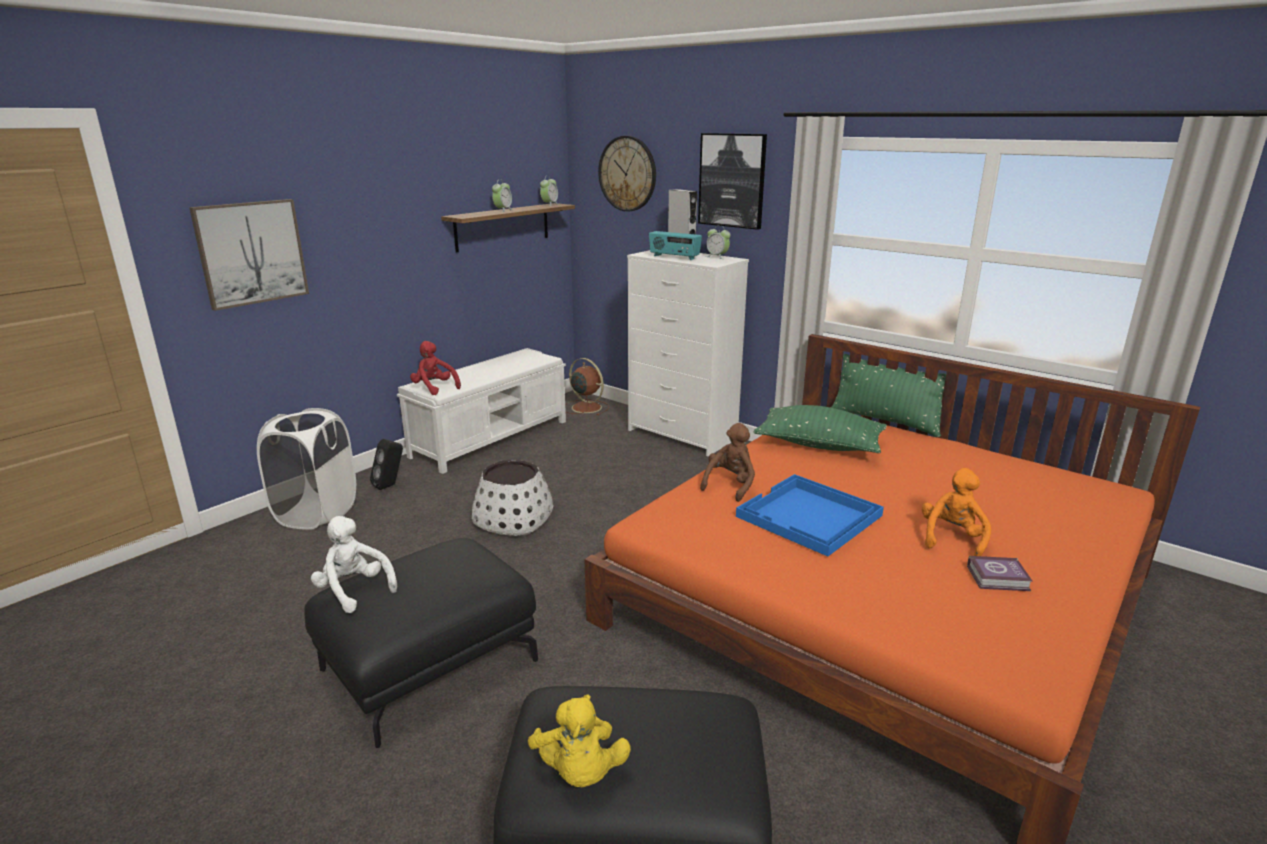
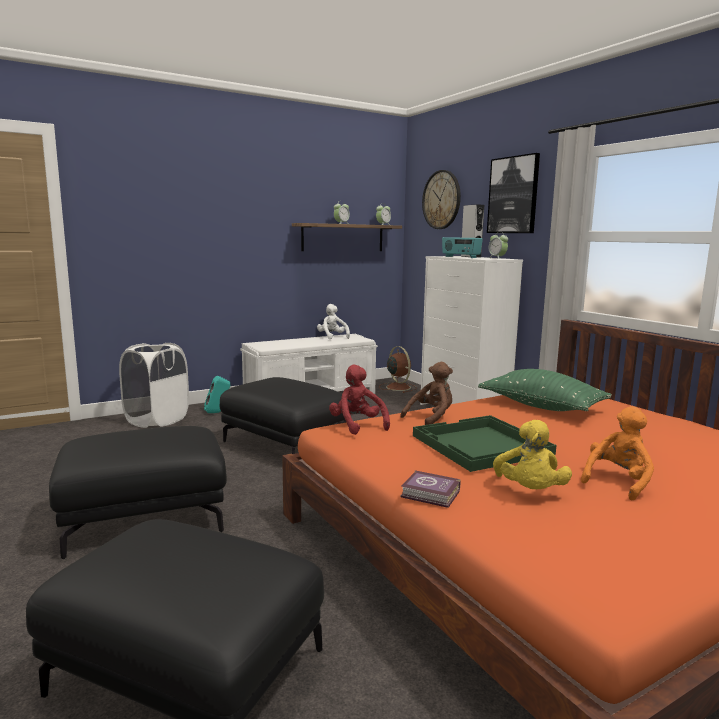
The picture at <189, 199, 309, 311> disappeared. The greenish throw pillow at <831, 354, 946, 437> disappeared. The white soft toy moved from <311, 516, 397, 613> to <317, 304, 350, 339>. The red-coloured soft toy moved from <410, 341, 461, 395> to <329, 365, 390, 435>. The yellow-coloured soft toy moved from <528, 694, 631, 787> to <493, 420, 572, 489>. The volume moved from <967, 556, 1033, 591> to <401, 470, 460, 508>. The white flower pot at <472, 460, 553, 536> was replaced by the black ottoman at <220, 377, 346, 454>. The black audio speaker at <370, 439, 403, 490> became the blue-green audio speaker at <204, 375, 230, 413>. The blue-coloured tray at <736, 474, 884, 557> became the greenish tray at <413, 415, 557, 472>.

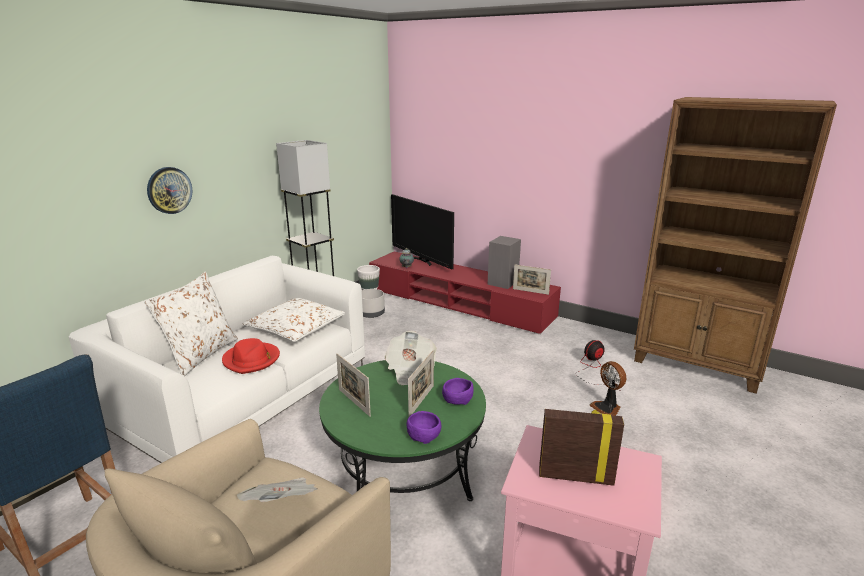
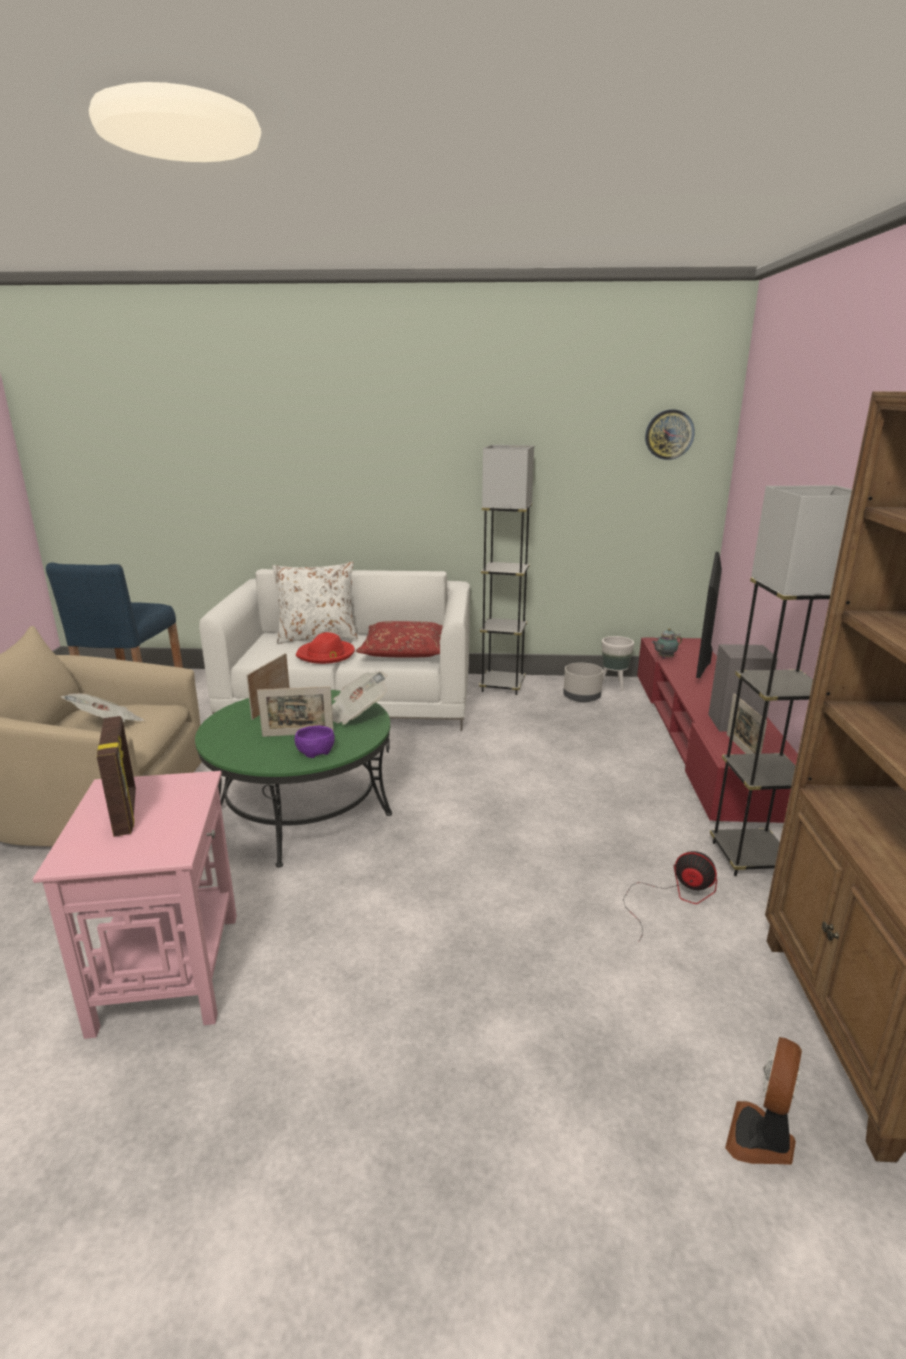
The purple deep dish at <407, 411, 441, 444> disappeared. The gray floor lamp at <710, 485, 852, 876> appeared. The hanging clock moved from <147, 167, 193, 214> to <645, 409, 695, 460>. The cooling fan moved from <589, 361, 626, 416> to <725, 1037, 802, 1165>. The white throw pillow at <243, 298, 345, 342> became the red-coloured throw pillow at <356, 621, 443, 658>.

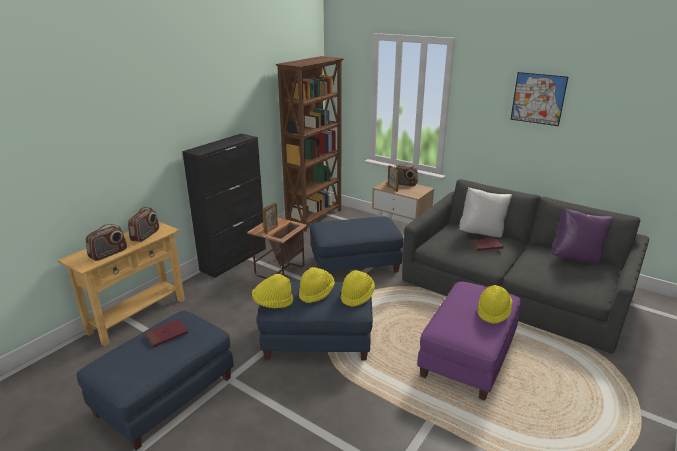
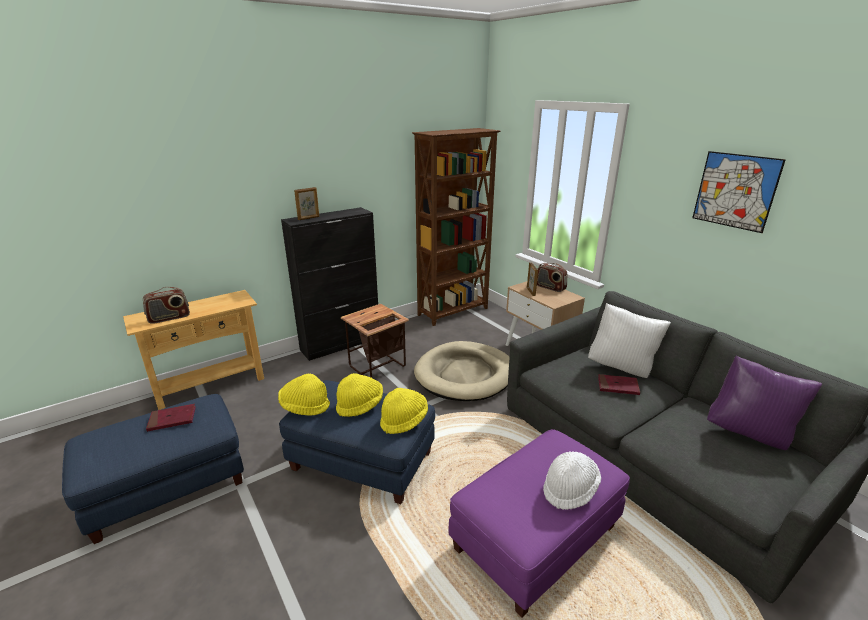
The radio receiver at <128, 207, 159, 242> disappeared. The picture frame moved from <262, 203, 278, 233> to <294, 187, 319, 220>. The blue-coloured ottoman at <310, 217, 404, 272> was replaced by the beige dog bed at <414, 341, 510, 401>. The yellow-coloured wearable hat at <478, 285, 513, 324> became the white wearable hat at <543, 451, 601, 510>.

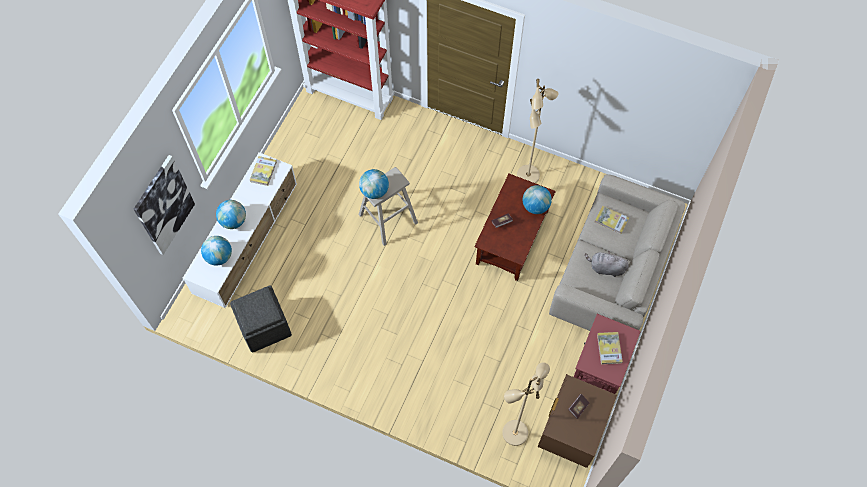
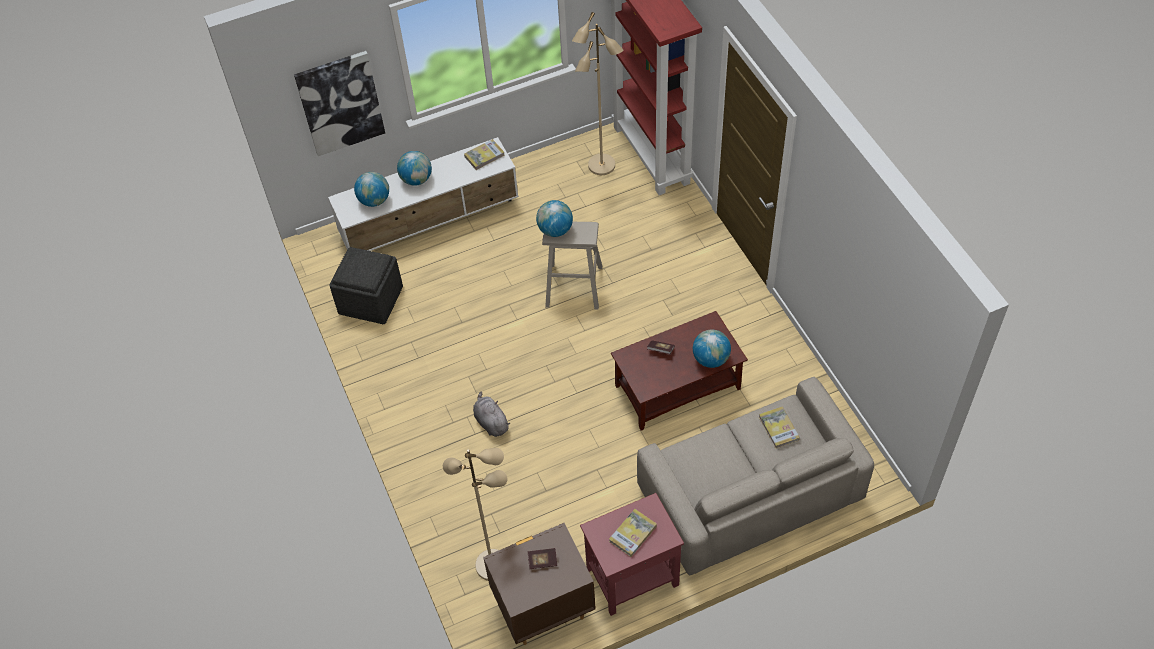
The beige floor lamp moved from <517, 79, 558, 183> to <572, 12, 623, 175>. The gray soft toy moved from <585, 251, 629, 277> to <473, 391, 510, 437>.

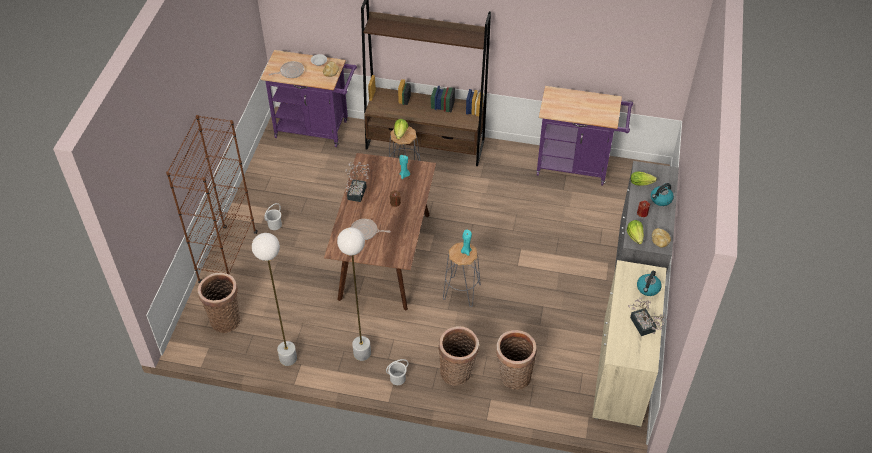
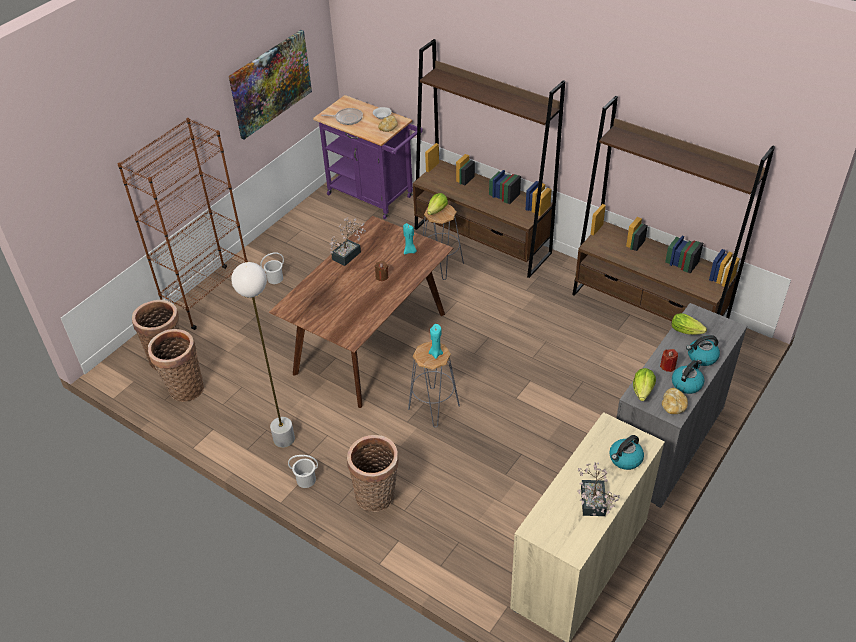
The white floor lamp at <252, 233, 297, 366> disappeared. The pan at <351, 219, 391, 240> disappeared. The picture at <229, 30, 312, 139> appeared. The tea kettle at <672, 360, 704, 394> appeared. The basket moved from <496, 330, 537, 390> to <148, 329, 204, 402>. The purple trolley at <536, 86, 633, 185> was replaced by the brown shelving unit at <572, 96, 775, 321>.

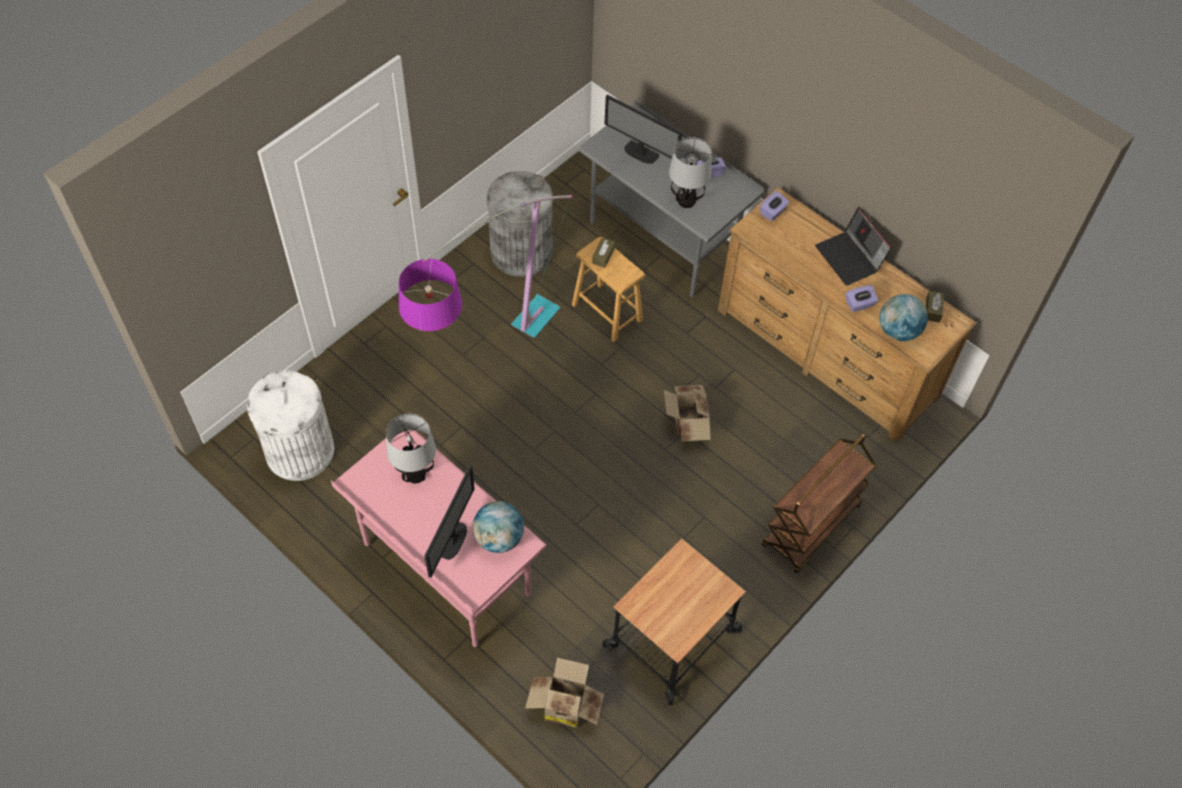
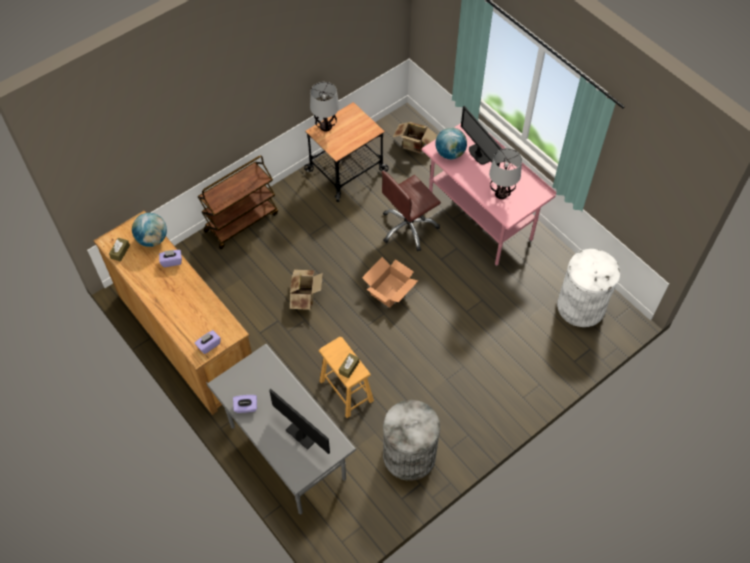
The floor lamp at <399, 194, 573, 338> disappeared. The portable computer at <815, 207, 892, 285> disappeared. The packing box at <362, 257, 418, 308> appeared. The brown office chair at <382, 171, 441, 252> appeared. The tabletop lamp moved from <669, 137, 712, 208> to <310, 82, 339, 131>. The monitor at <424, 465, 475, 578> turned 60 degrees counterclockwise.

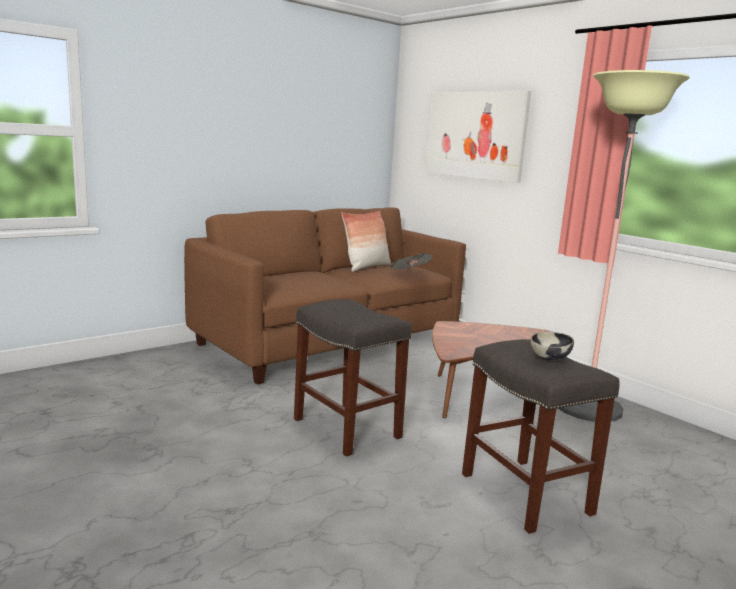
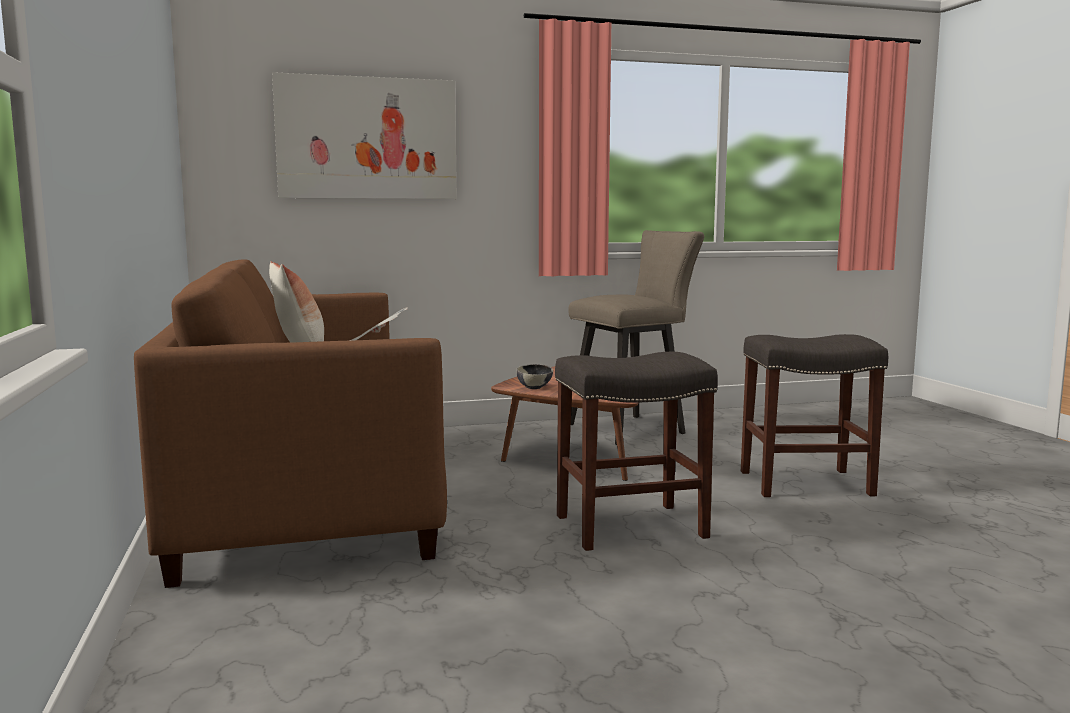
The deep dish moved from <530, 332, 574, 362> to <517, 364, 553, 389>. The floor lamp at <558, 70, 689, 422> was replaced by the beige stool seat at <568, 230, 704, 445>.

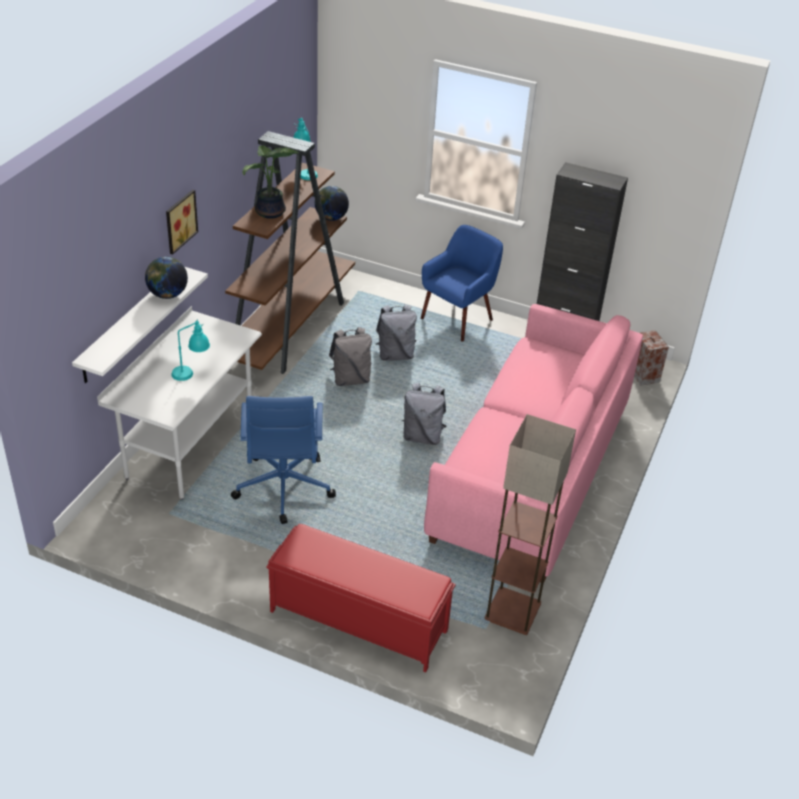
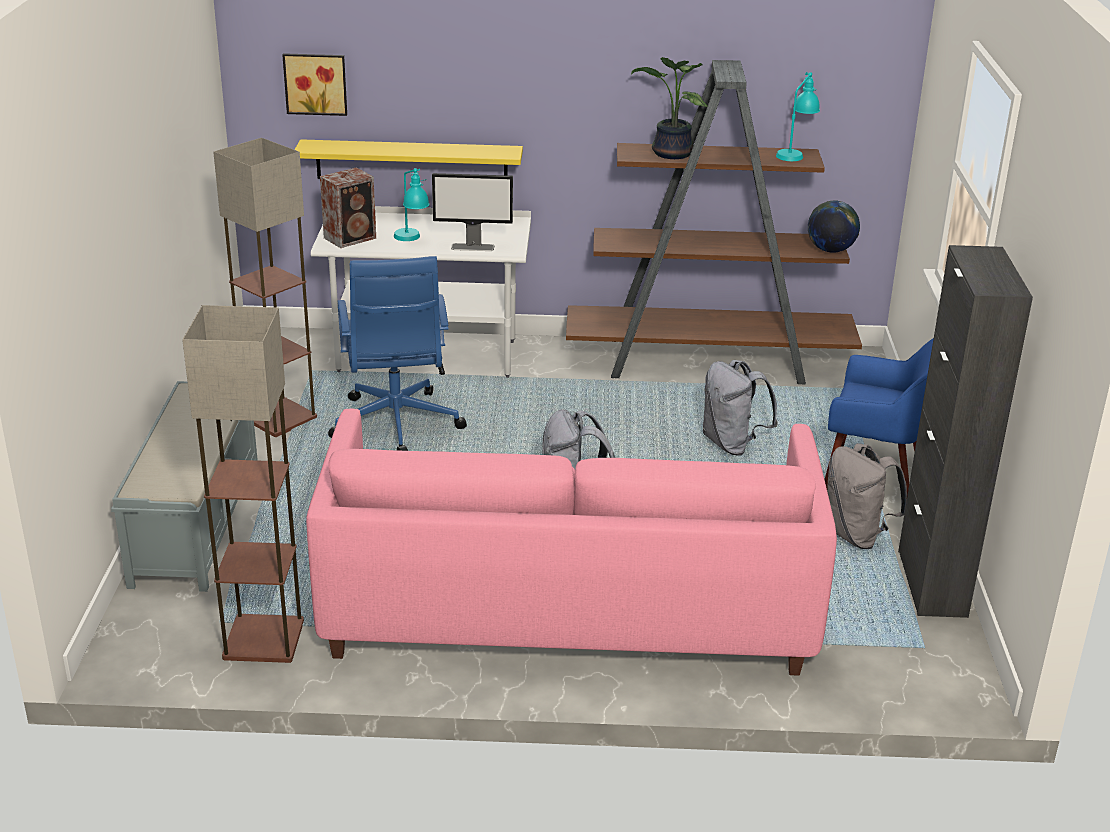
The globe at <145, 256, 188, 299> disappeared. The floor lamp at <213, 138, 317, 437> appeared. The monitor at <432, 173, 513, 251> appeared. The picture moved from <166, 190, 198, 255> to <282, 53, 347, 116>. The gray knapsack moved from <329, 327, 372, 386> to <827, 443, 907, 549>. The audio speaker moved from <634, 330, 669, 386> to <320, 168, 376, 248>. The white wall shelf at <72, 267, 208, 383> became the yellow-coloured wall shelf at <295, 139, 523, 179>. The red-coloured indoor bench at <266, 524, 456, 672> became the gray indoor bench at <111, 381, 258, 592>. The blue-coloured office chair at <231, 396, 336, 524> turned 75 degrees counterclockwise.

